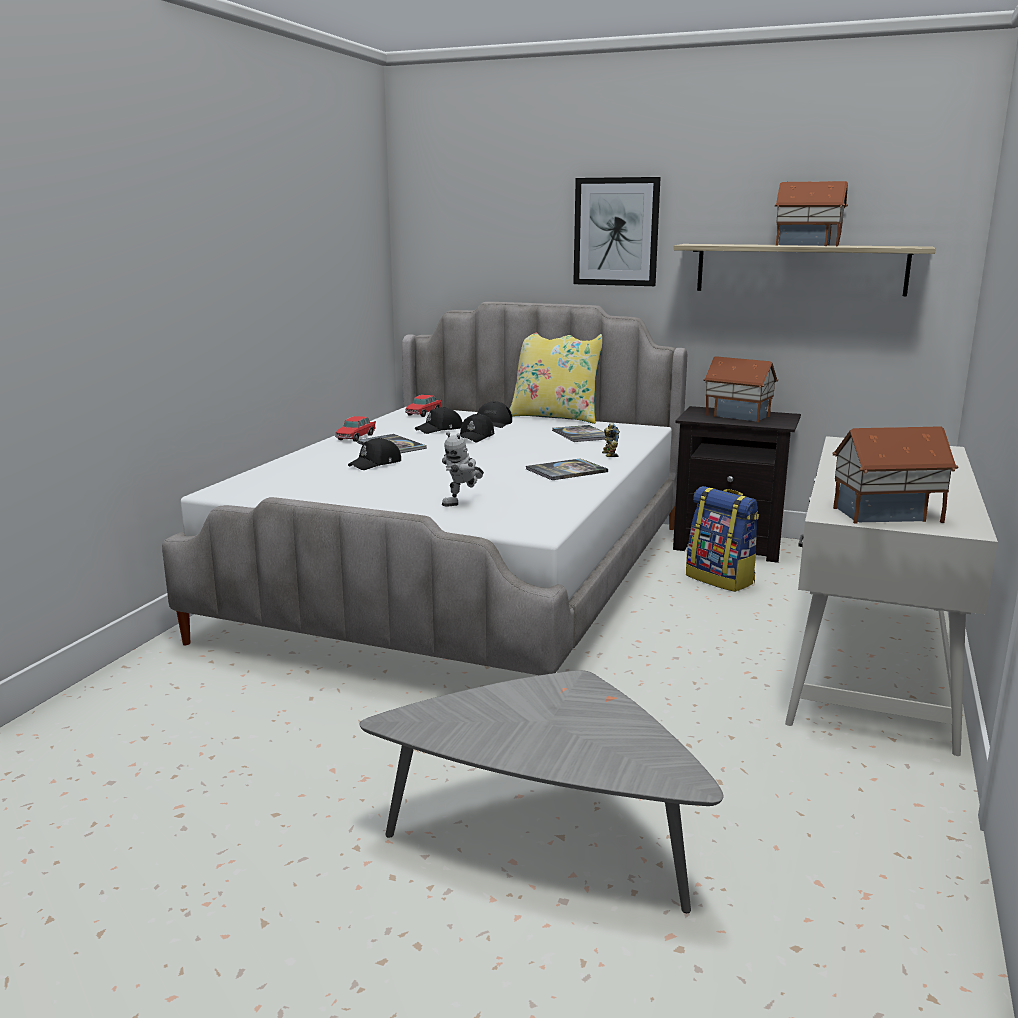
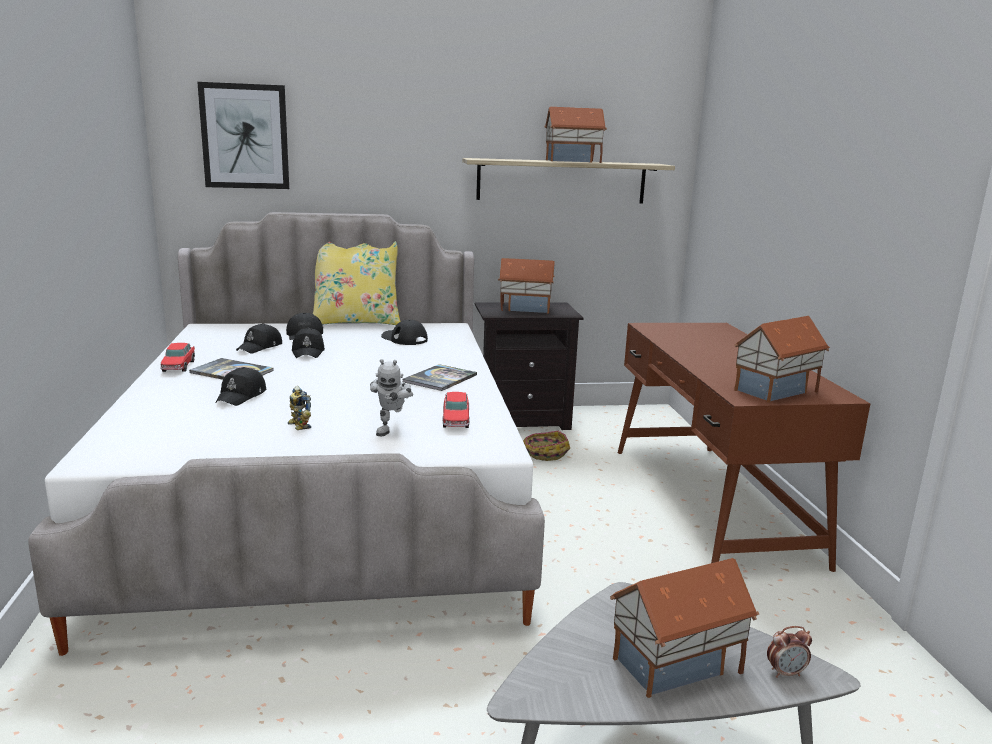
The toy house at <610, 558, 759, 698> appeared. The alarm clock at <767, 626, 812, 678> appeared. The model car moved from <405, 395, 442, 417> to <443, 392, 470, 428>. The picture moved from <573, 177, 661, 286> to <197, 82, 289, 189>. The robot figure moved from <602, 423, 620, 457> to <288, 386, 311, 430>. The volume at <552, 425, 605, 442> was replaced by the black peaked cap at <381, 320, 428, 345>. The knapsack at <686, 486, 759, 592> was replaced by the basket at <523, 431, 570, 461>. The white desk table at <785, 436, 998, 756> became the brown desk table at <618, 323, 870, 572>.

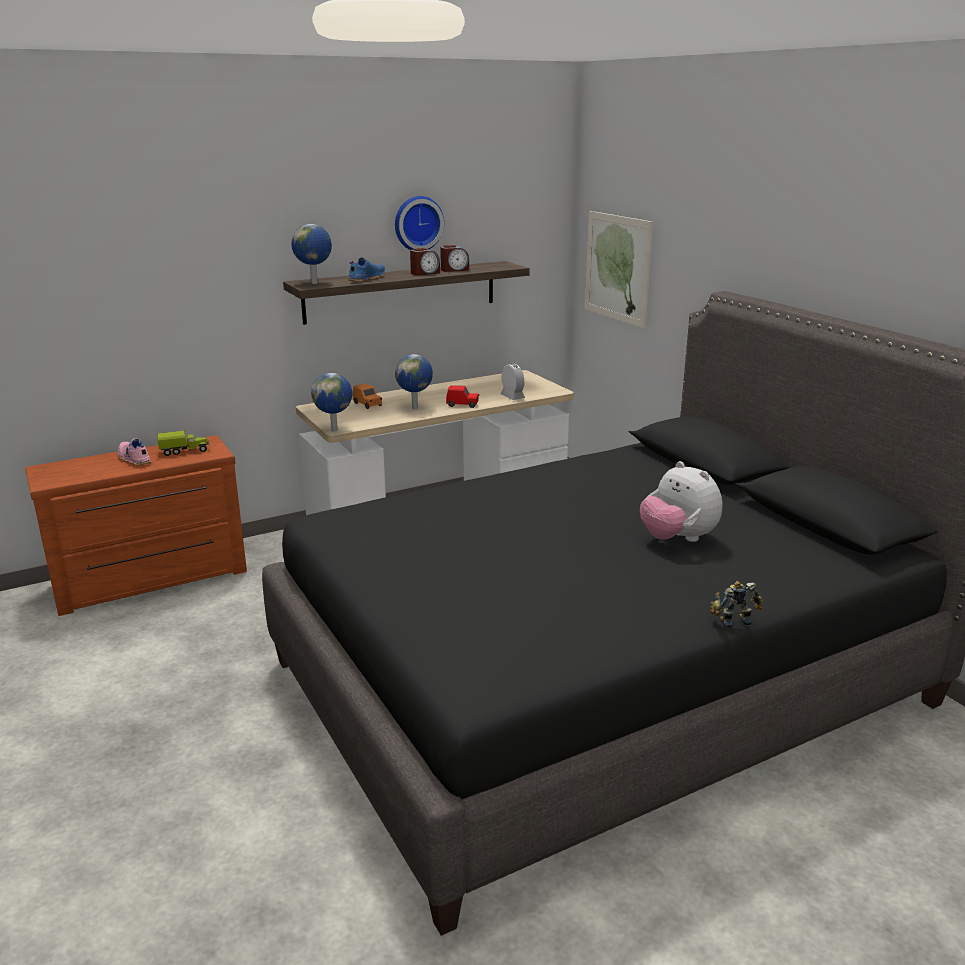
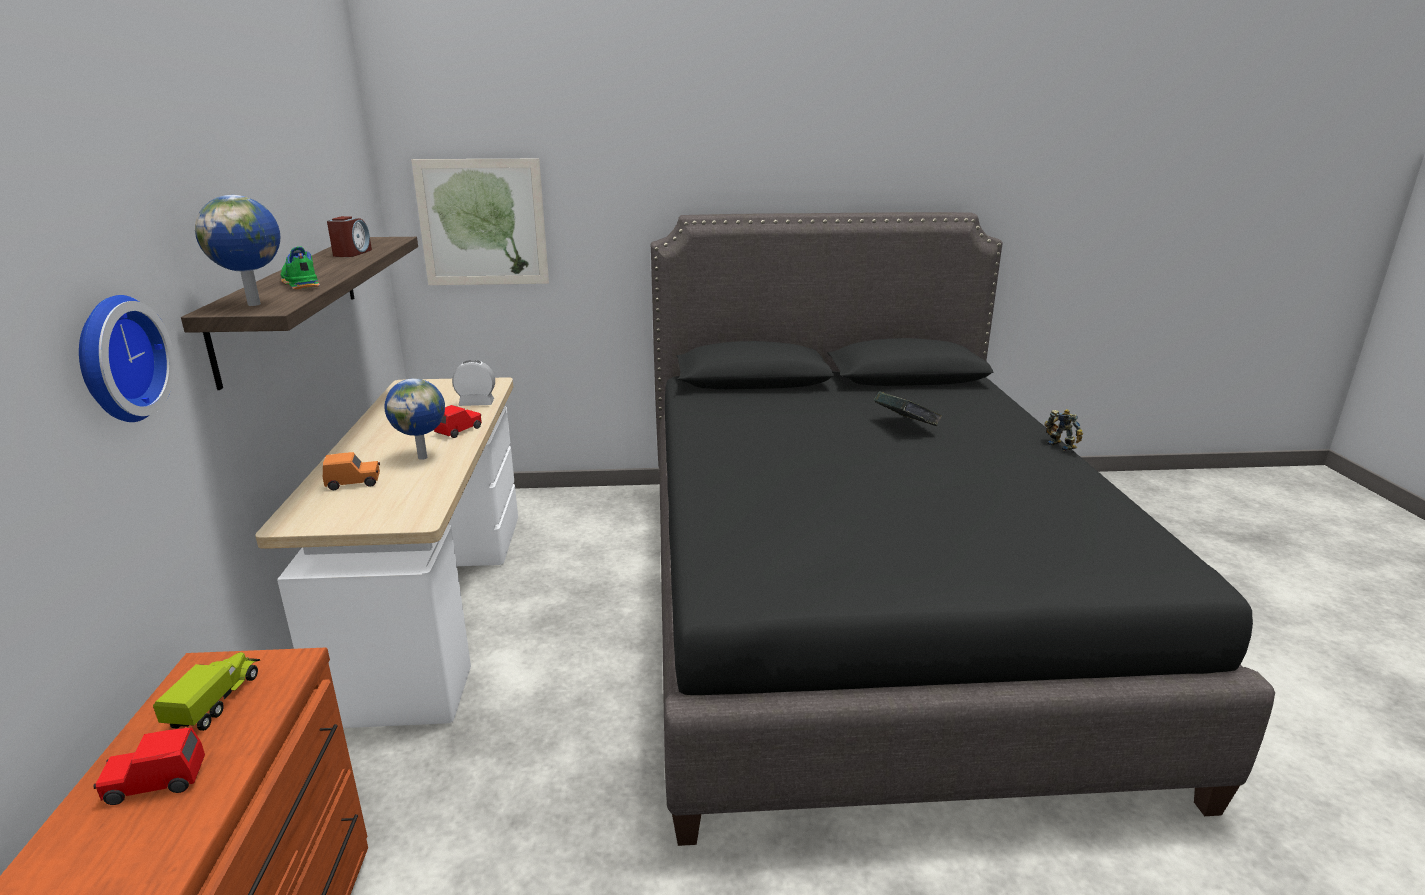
The globe at <311, 373, 352, 431> disappeared. The alarm clock at <410, 248, 440, 276> disappeared. The hanging clock moved from <395, 196, 444, 250> to <79, 295, 174, 422>. The pink-coloured low shoe at <118, 438, 151, 466> was replaced by the red-coloured model car at <93, 727, 205, 805>. The soft toy at <640, 461, 723, 542> was replaced by the volume at <874, 391, 942, 426>. The blue-coloured low shoe at <349, 257, 385, 282> became the greenish low shoe at <281, 246, 320, 290>. The robot figure at <710, 581, 763, 628> turned 135 degrees clockwise.

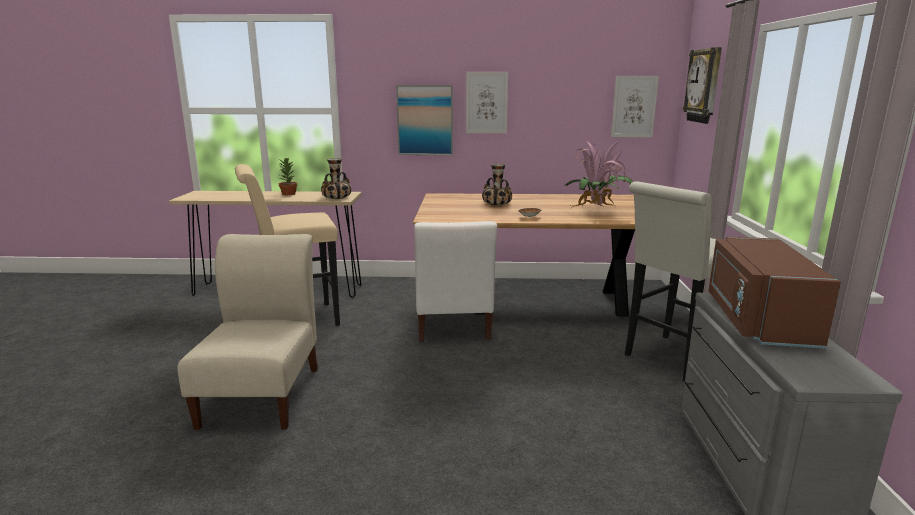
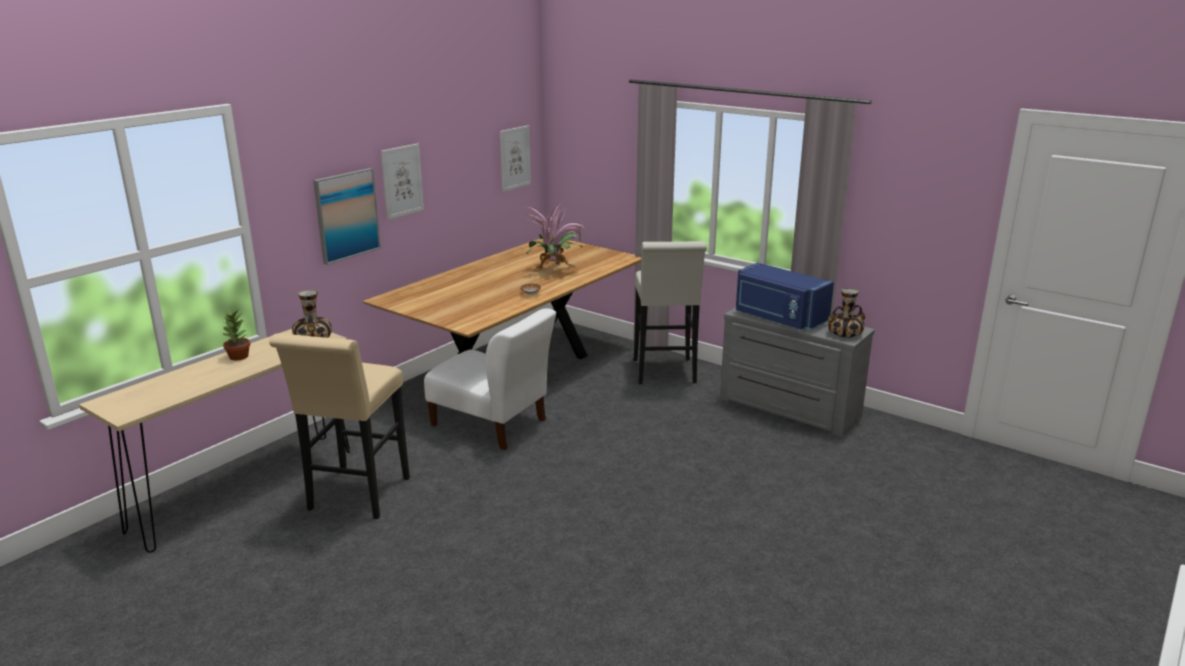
The beige upright chair at <178, 234, 318, 430> disappeared. The hanging clock at <683, 47, 722, 124> disappeared. The decorative vase moved from <482, 164, 512, 206> to <828, 288, 865, 338>. The brown kitchen microwave at <709, 237, 841, 349> became the blue-coloured kitchen microwave at <736, 263, 834, 330>.

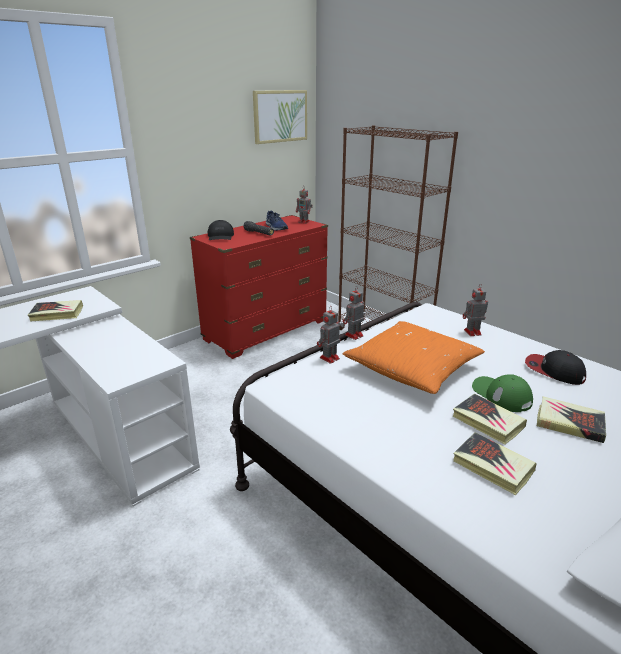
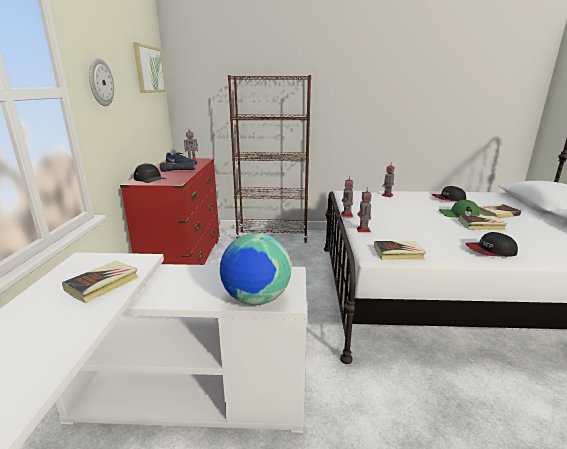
The orange-coloured throw pillow at <343, 321, 485, 394> disappeared. The hanging clock at <89, 58, 114, 106> appeared. The globe at <220, 233, 292, 305> appeared. The peaked cap at <466, 232, 518, 257> appeared. The volume moved from <453, 432, 537, 495> to <374, 241, 426, 260>.

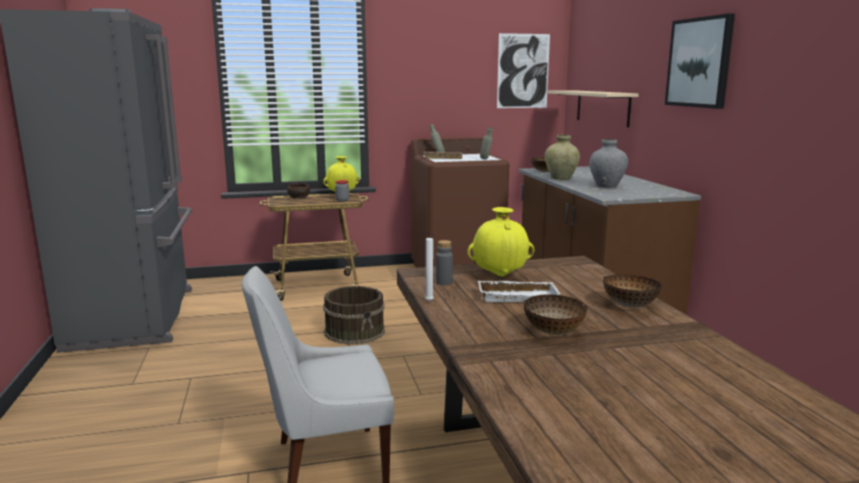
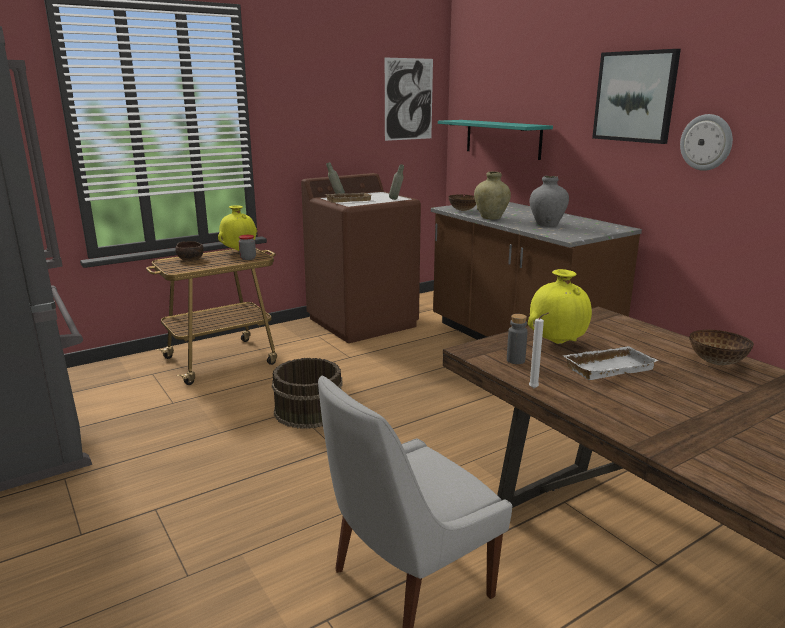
The deep dish at <524, 294, 587, 335> disappeared. The hanging clock at <680, 114, 733, 171> appeared. The beige wall shelf at <548, 90, 639, 127> became the blue-green wall shelf at <438, 120, 553, 160>.

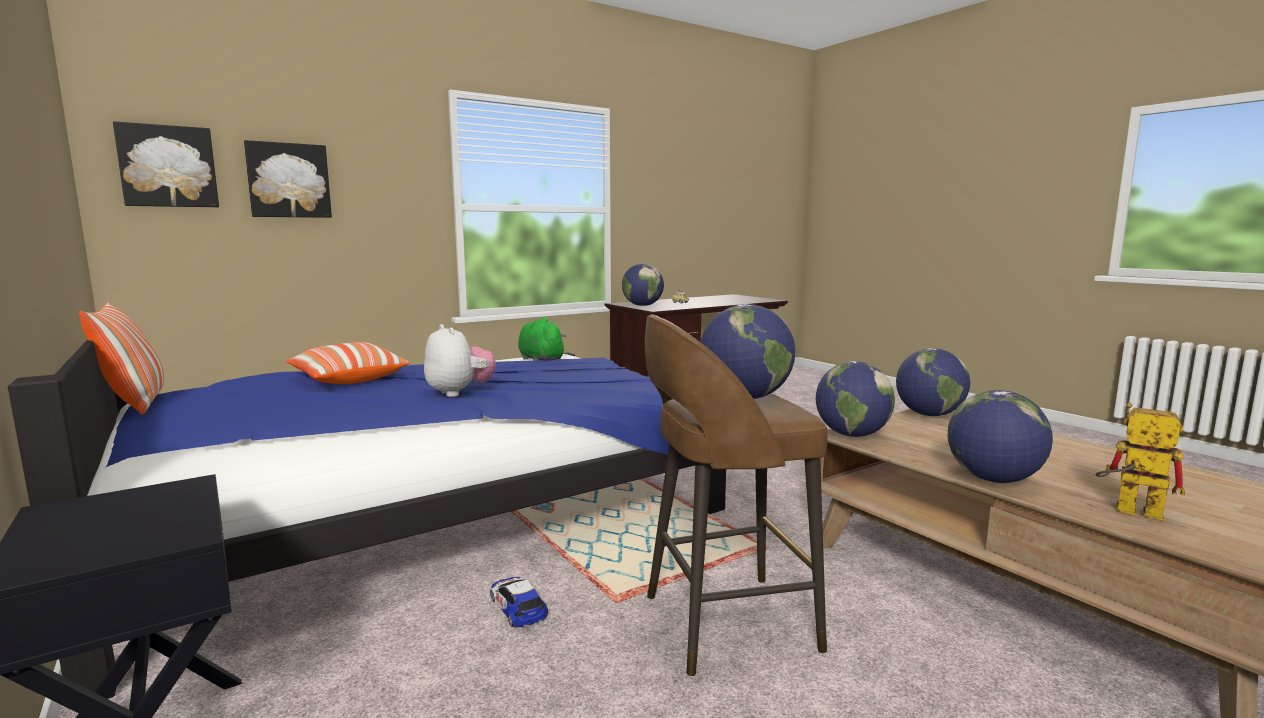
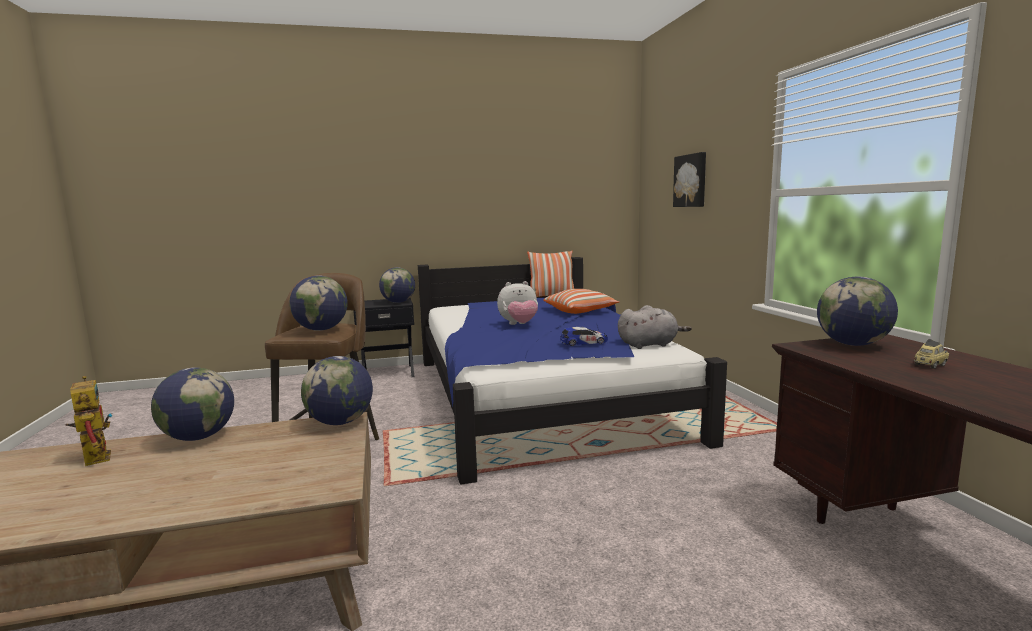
The picture at <113, 121, 219, 207> disappeared. The model car moved from <490, 577, 548, 627> to <560, 327, 608, 346>. The globe moved from <896, 348, 970, 416> to <379, 267, 415, 303>. The greenish soft toy at <518, 317, 567, 361> became the gray soft toy at <618, 305, 692, 349>. The robot figure at <1096, 403, 1185, 521> turned 90 degrees counterclockwise.

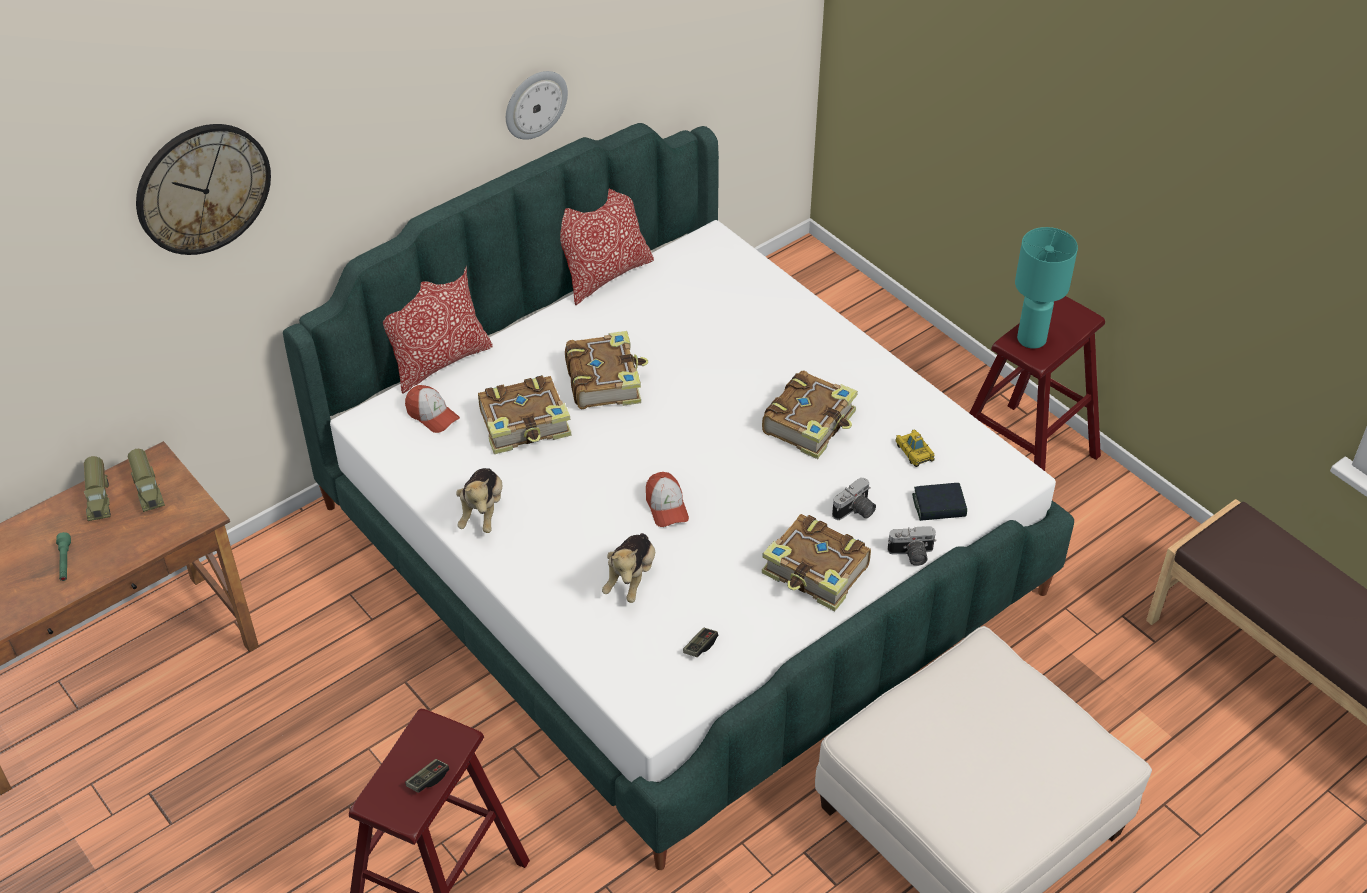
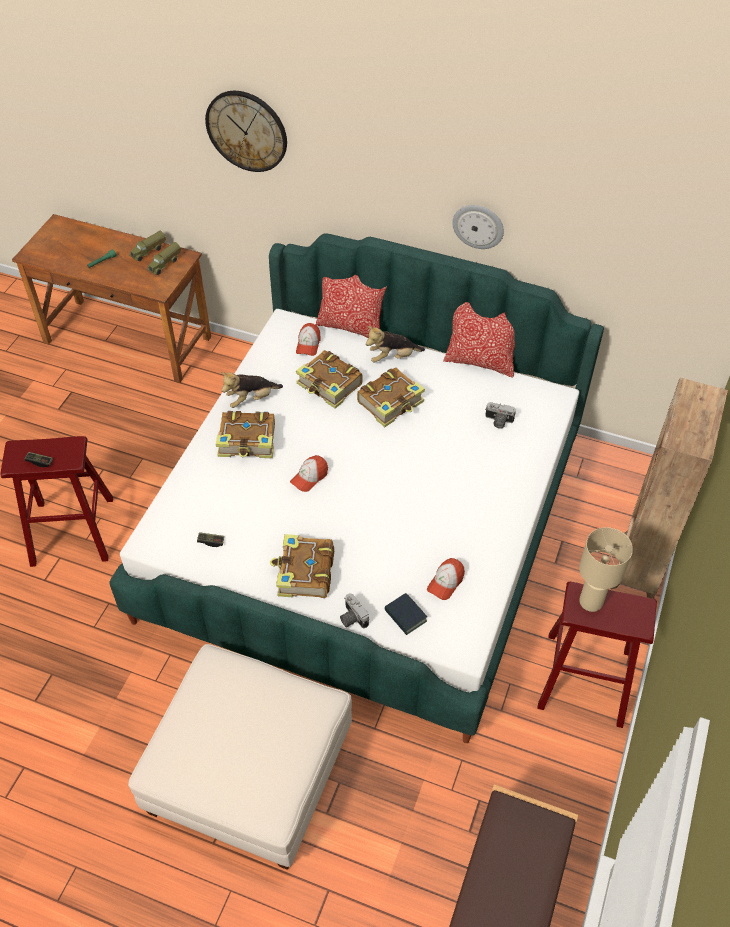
The brown shelving unit at <611, 378, 728, 599> appeared. The soft toy moved from <602, 533, 655, 603> to <366, 326, 425, 363>. The volume moved from <762, 370, 858, 459> to <216, 411, 275, 458>. The photo camera moved from <832, 477, 876, 520> to <485, 402, 516, 429>. The model car at <895, 430, 935, 467> was replaced by the peaked cap at <427, 558, 465, 600>. The blue-green tabletop lamp at <1015, 227, 1078, 349> became the beige tabletop lamp at <579, 527, 633, 612>.

